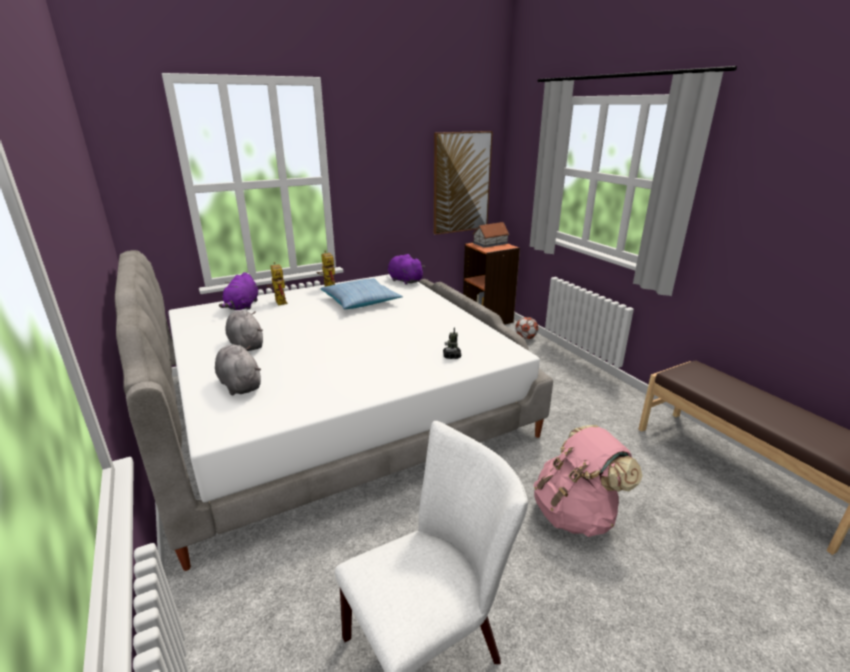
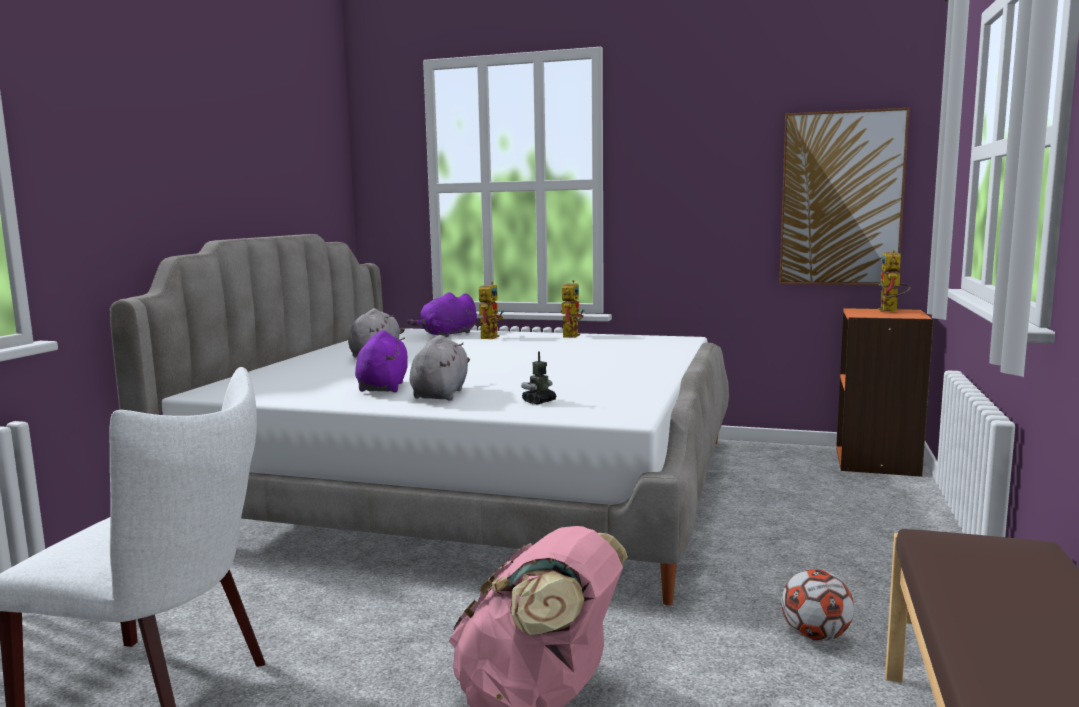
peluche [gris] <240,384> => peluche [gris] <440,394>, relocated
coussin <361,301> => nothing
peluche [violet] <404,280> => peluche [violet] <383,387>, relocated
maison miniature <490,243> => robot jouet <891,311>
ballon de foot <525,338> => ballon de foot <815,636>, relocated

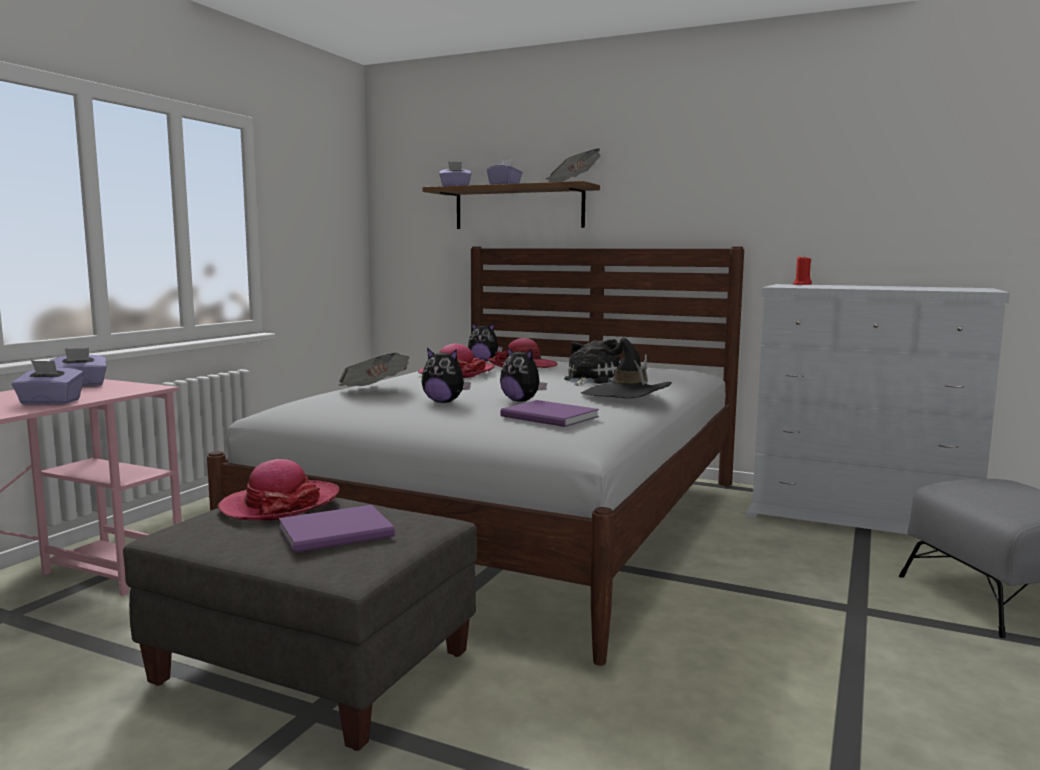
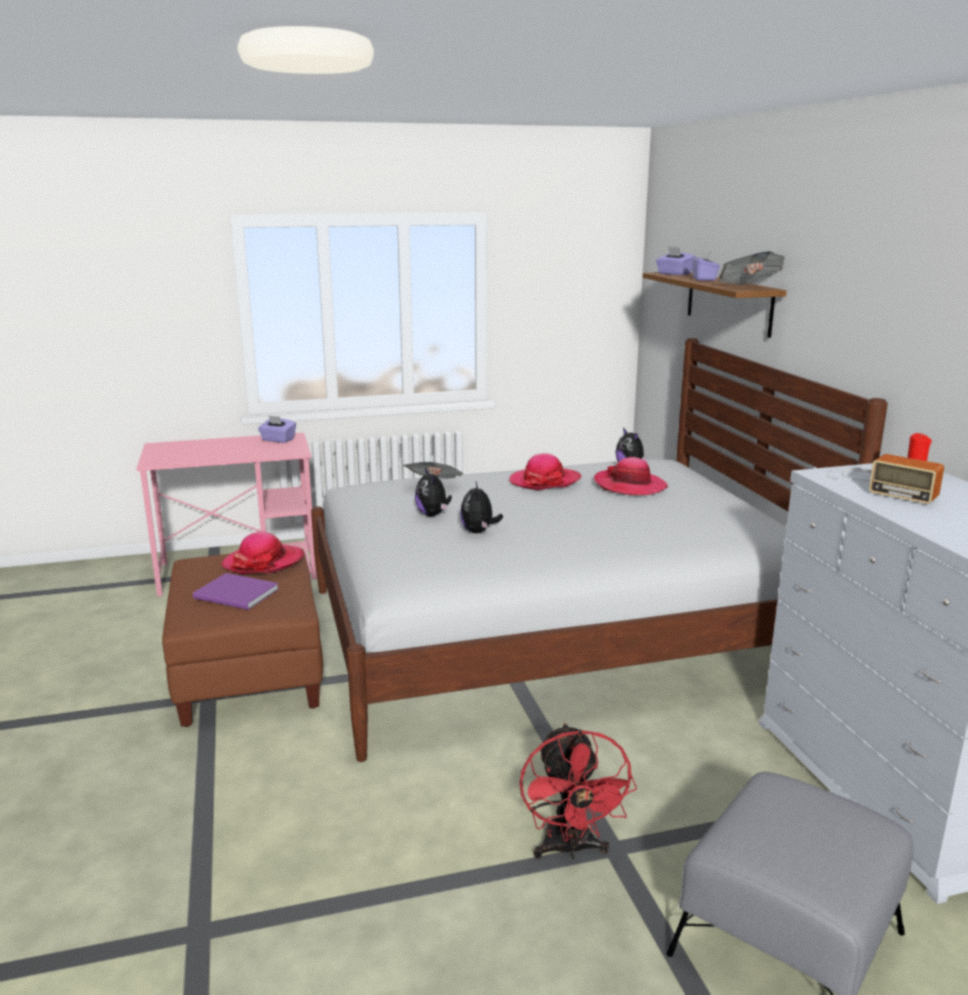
boîte à mouchoirs [violet] <50,402> => nothing
pouf [gris] <313,668> => pouf [marron] <249,673>
livre [violet] <550,417> => nothing
peluche <589,380> => nothing
chapeau [noir] <625,395> => nothing
nothing => ventilateur [rouge] <570,849>
nothing => radio <878,484>

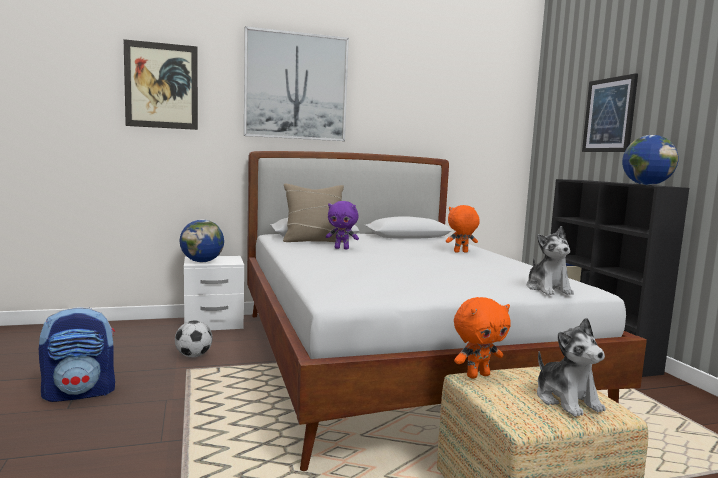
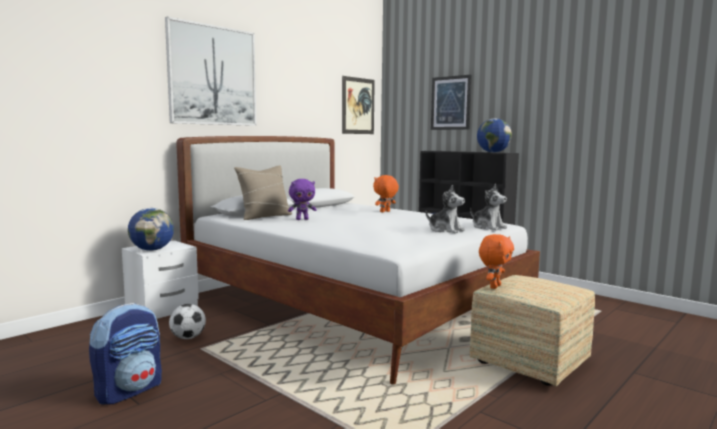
tableau <161,86> => tableau <358,106>, relocated
peluche <566,400> => peluche <445,230>, relocated

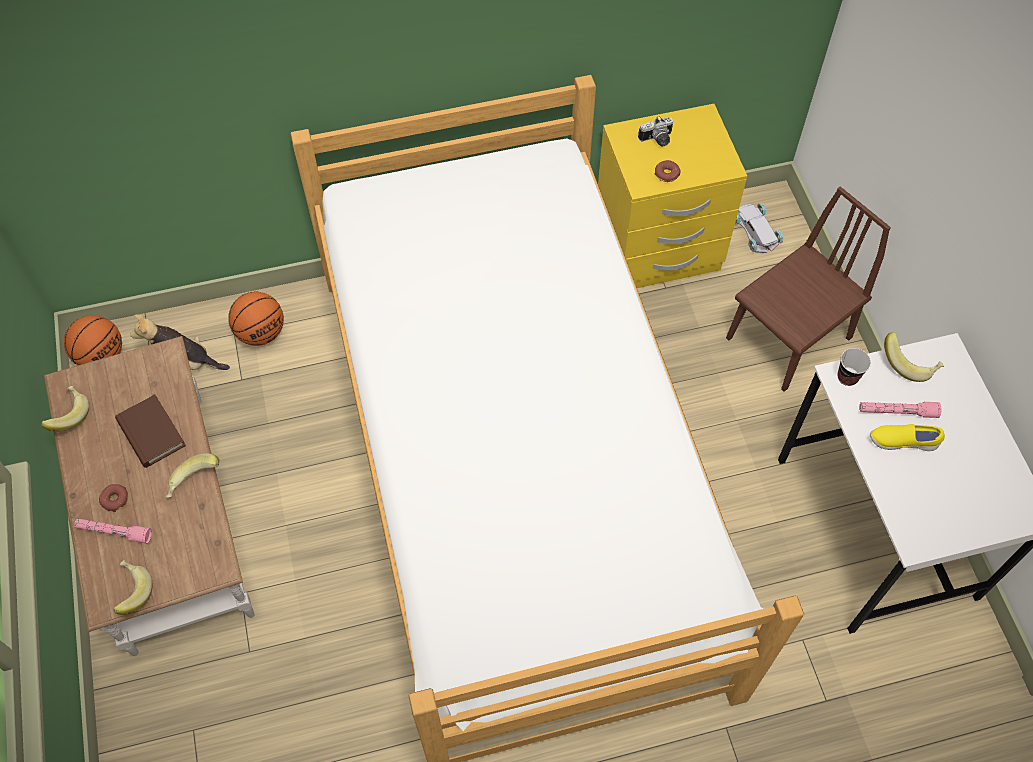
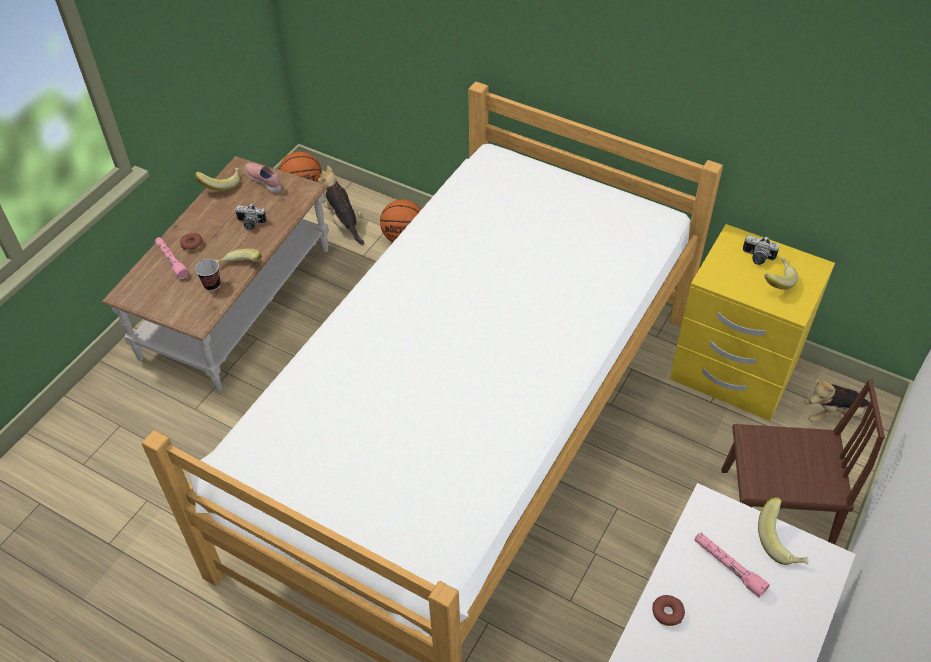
banane <131,592> => banane <775,281>, relocated
livre [marron] <151,433> => appareil photo <250,224>
beignet <666,174> => beignet <667,613>, relocated
petite voiture [blanc] <756,230> => peluche <833,414>
tasse <847,377> => tasse <212,285>, relocated
chaussure [jaune] <902,441> => nothing
nothing => chaussure [rose] <265,181>

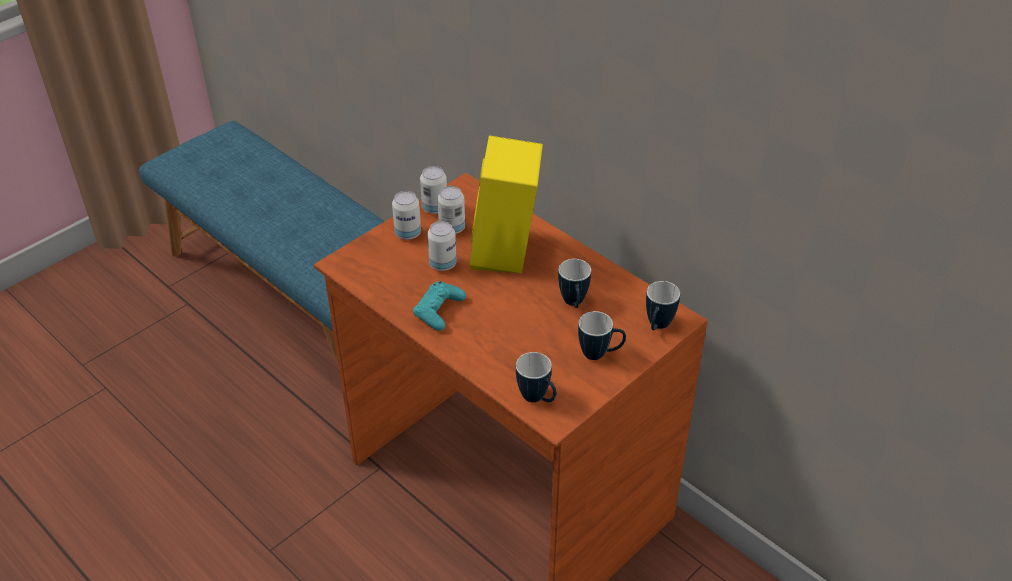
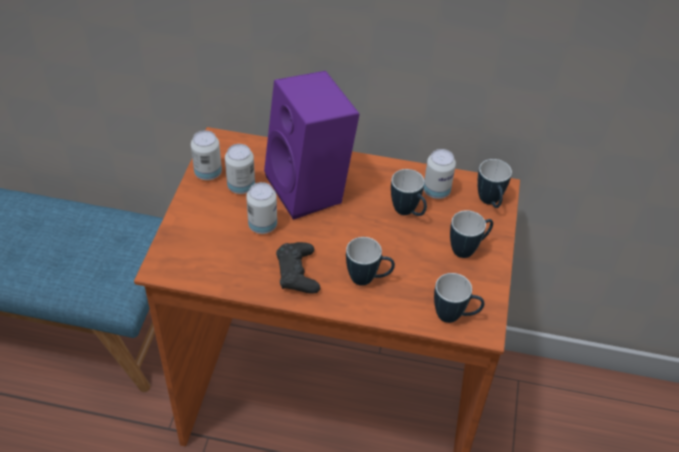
boîte métallique <408,233> => boîte métallique <436,191>, relocated
manette [turquoise] <438,310> => manette [noir] <297,273>
enceinte [jaune] <507,253> => enceinte [violet] <311,189>
nothing => mug <368,279>

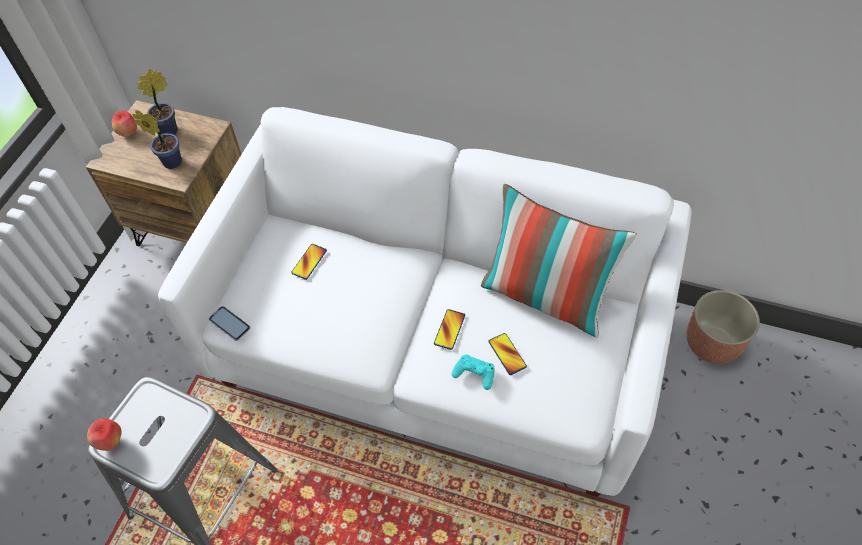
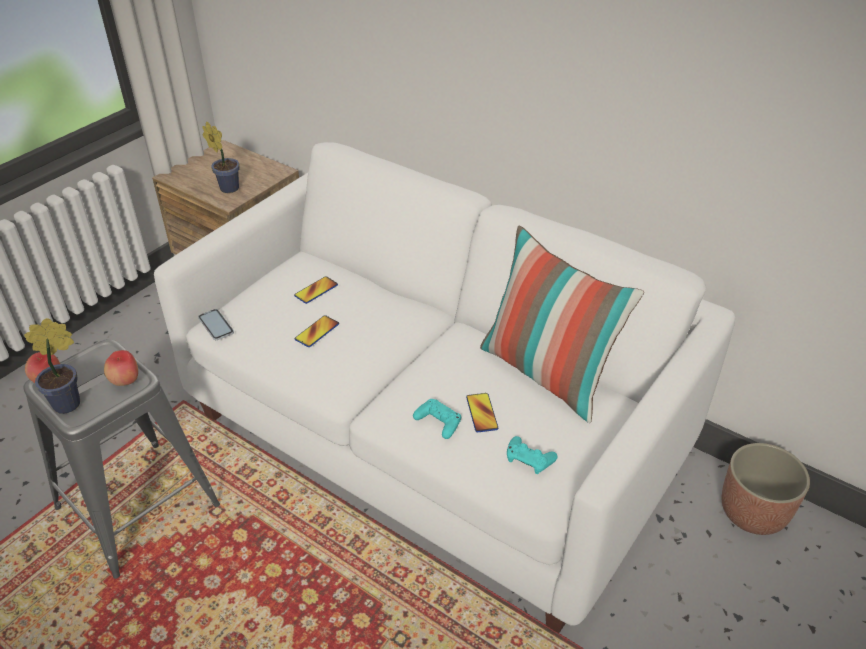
pomme <128,133> => pomme <126,381>, relocated
plante en pot <171,130> => plante en pot <71,403>, relocated
téléphone <449,329> => téléphone <317,332>, relocated
nothing => manette [turquoise] <529,459>

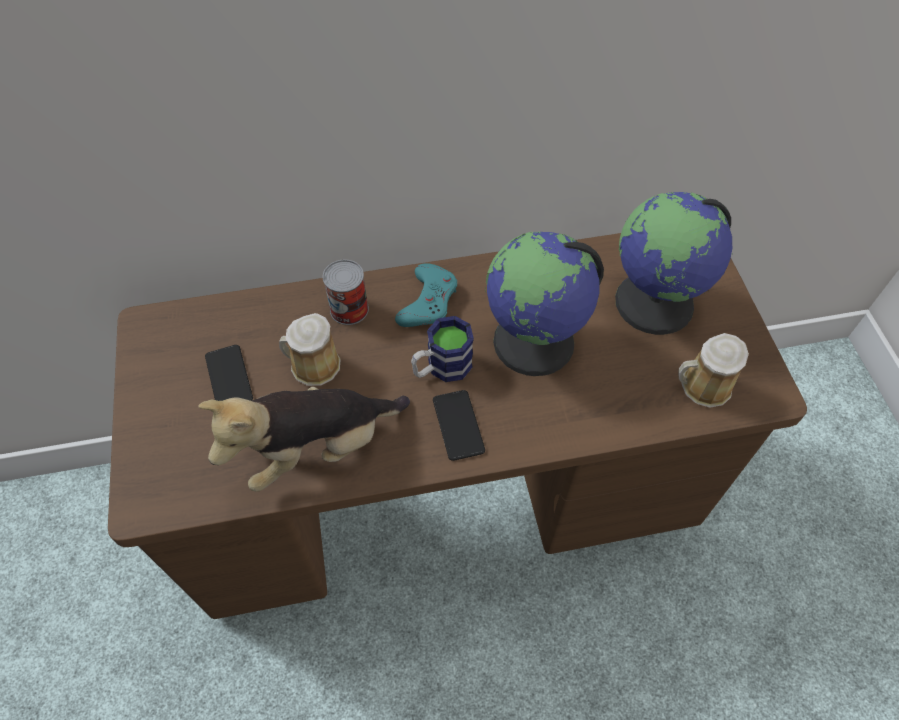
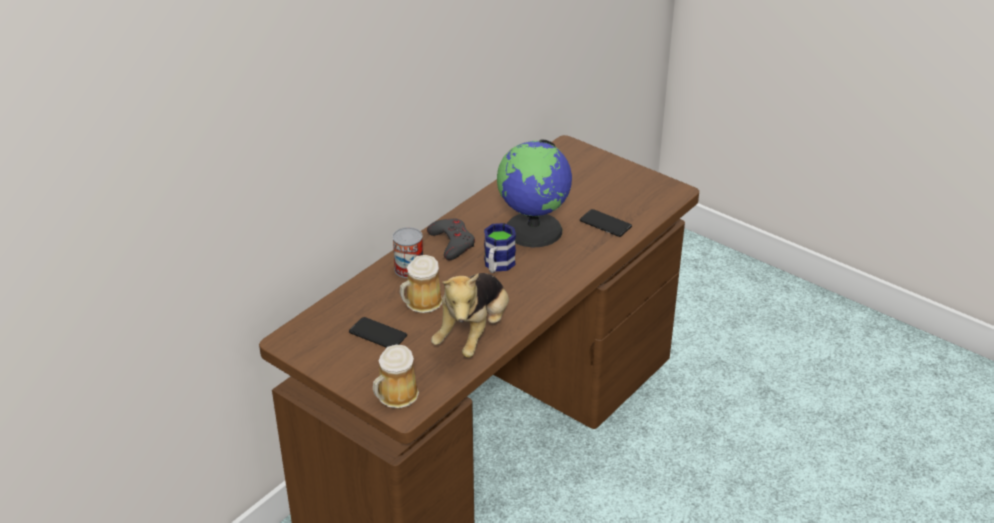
manette [turquoise] <428,301> => manette [gris] <452,242>
téléphone <458,425> => téléphone <605,224>, relocated
globe <655,303> => nothing
mug <702,386> => mug <395,396>, relocated

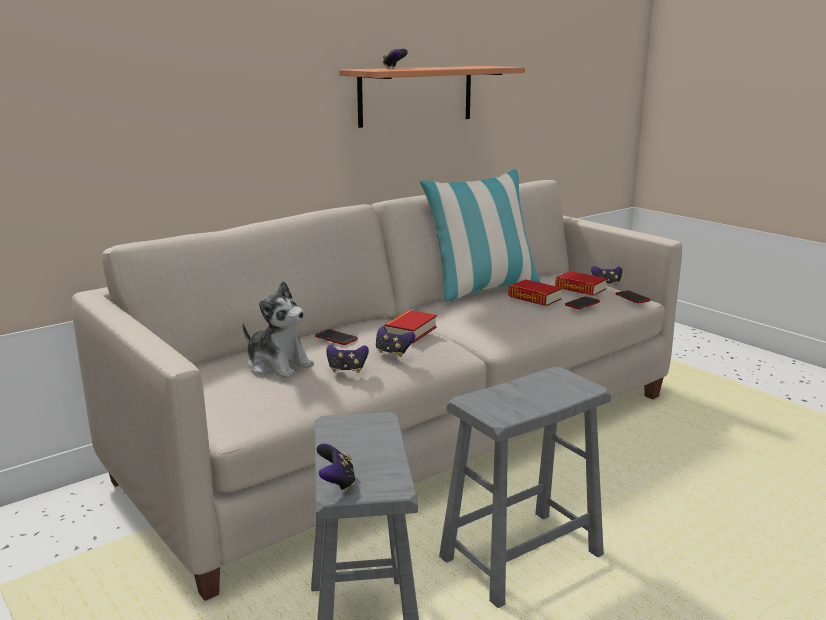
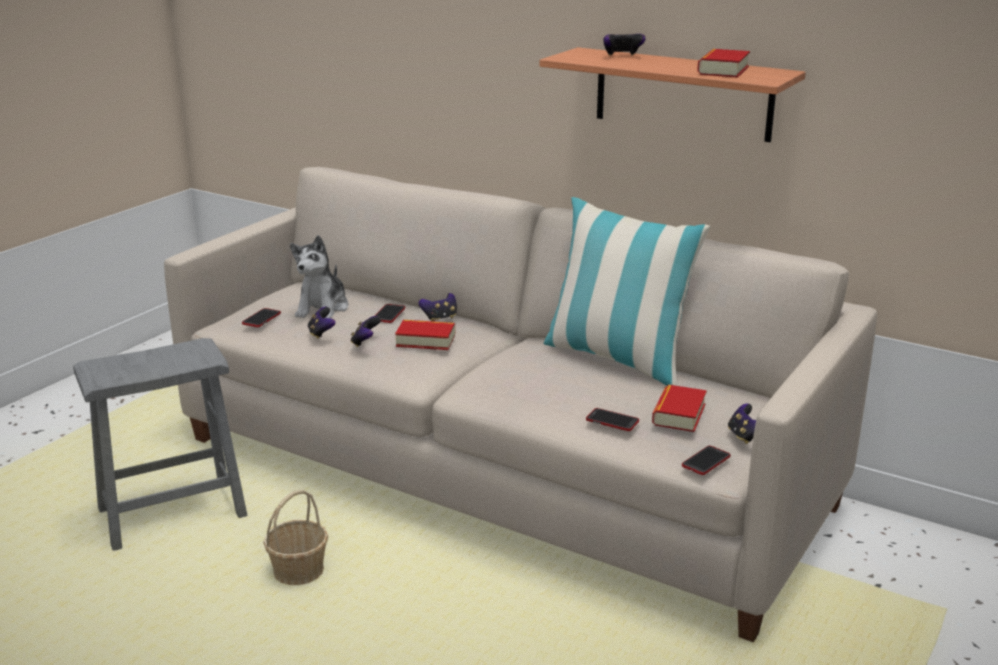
manette <336,483> => manette <440,318>, relocated
tabouret [gris] <520,556> => panier <299,572>
livre <534,298> => livre <723,70>, relocated
nothing => téléphone <261,318>

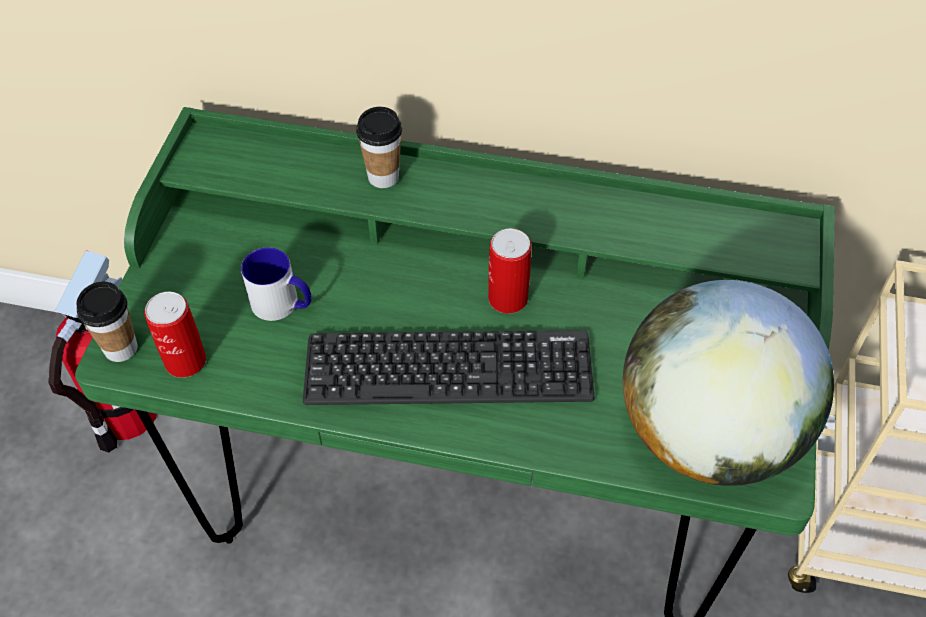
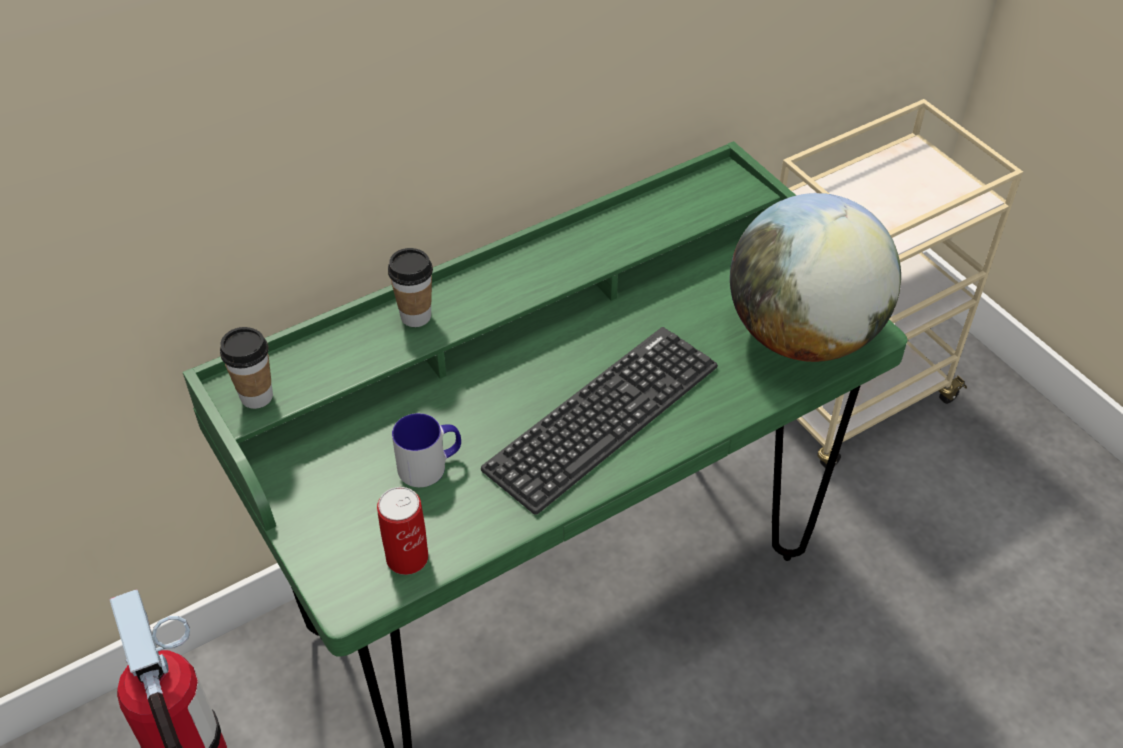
tasse <121,348> => tasse <256,396>, relocated
boîte métallique <508,298> => nothing

